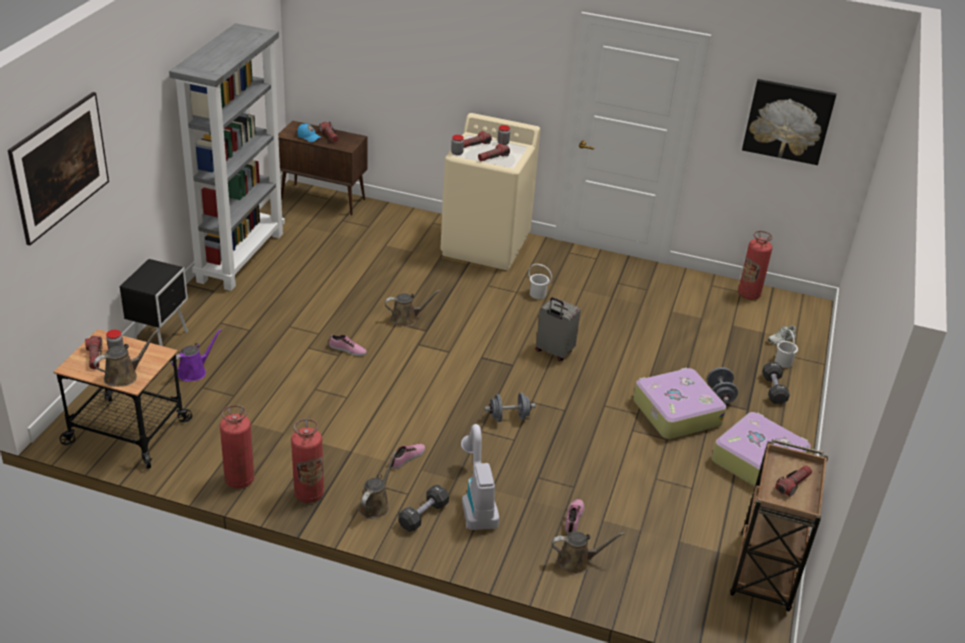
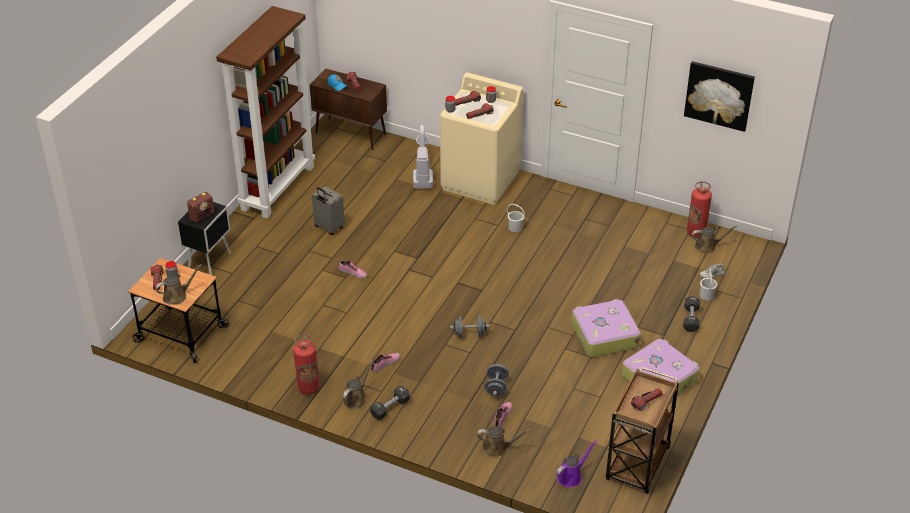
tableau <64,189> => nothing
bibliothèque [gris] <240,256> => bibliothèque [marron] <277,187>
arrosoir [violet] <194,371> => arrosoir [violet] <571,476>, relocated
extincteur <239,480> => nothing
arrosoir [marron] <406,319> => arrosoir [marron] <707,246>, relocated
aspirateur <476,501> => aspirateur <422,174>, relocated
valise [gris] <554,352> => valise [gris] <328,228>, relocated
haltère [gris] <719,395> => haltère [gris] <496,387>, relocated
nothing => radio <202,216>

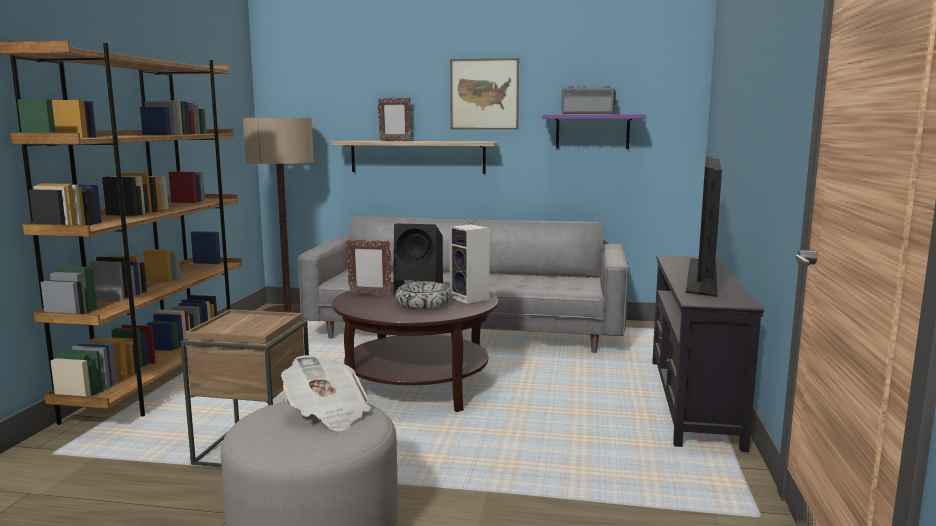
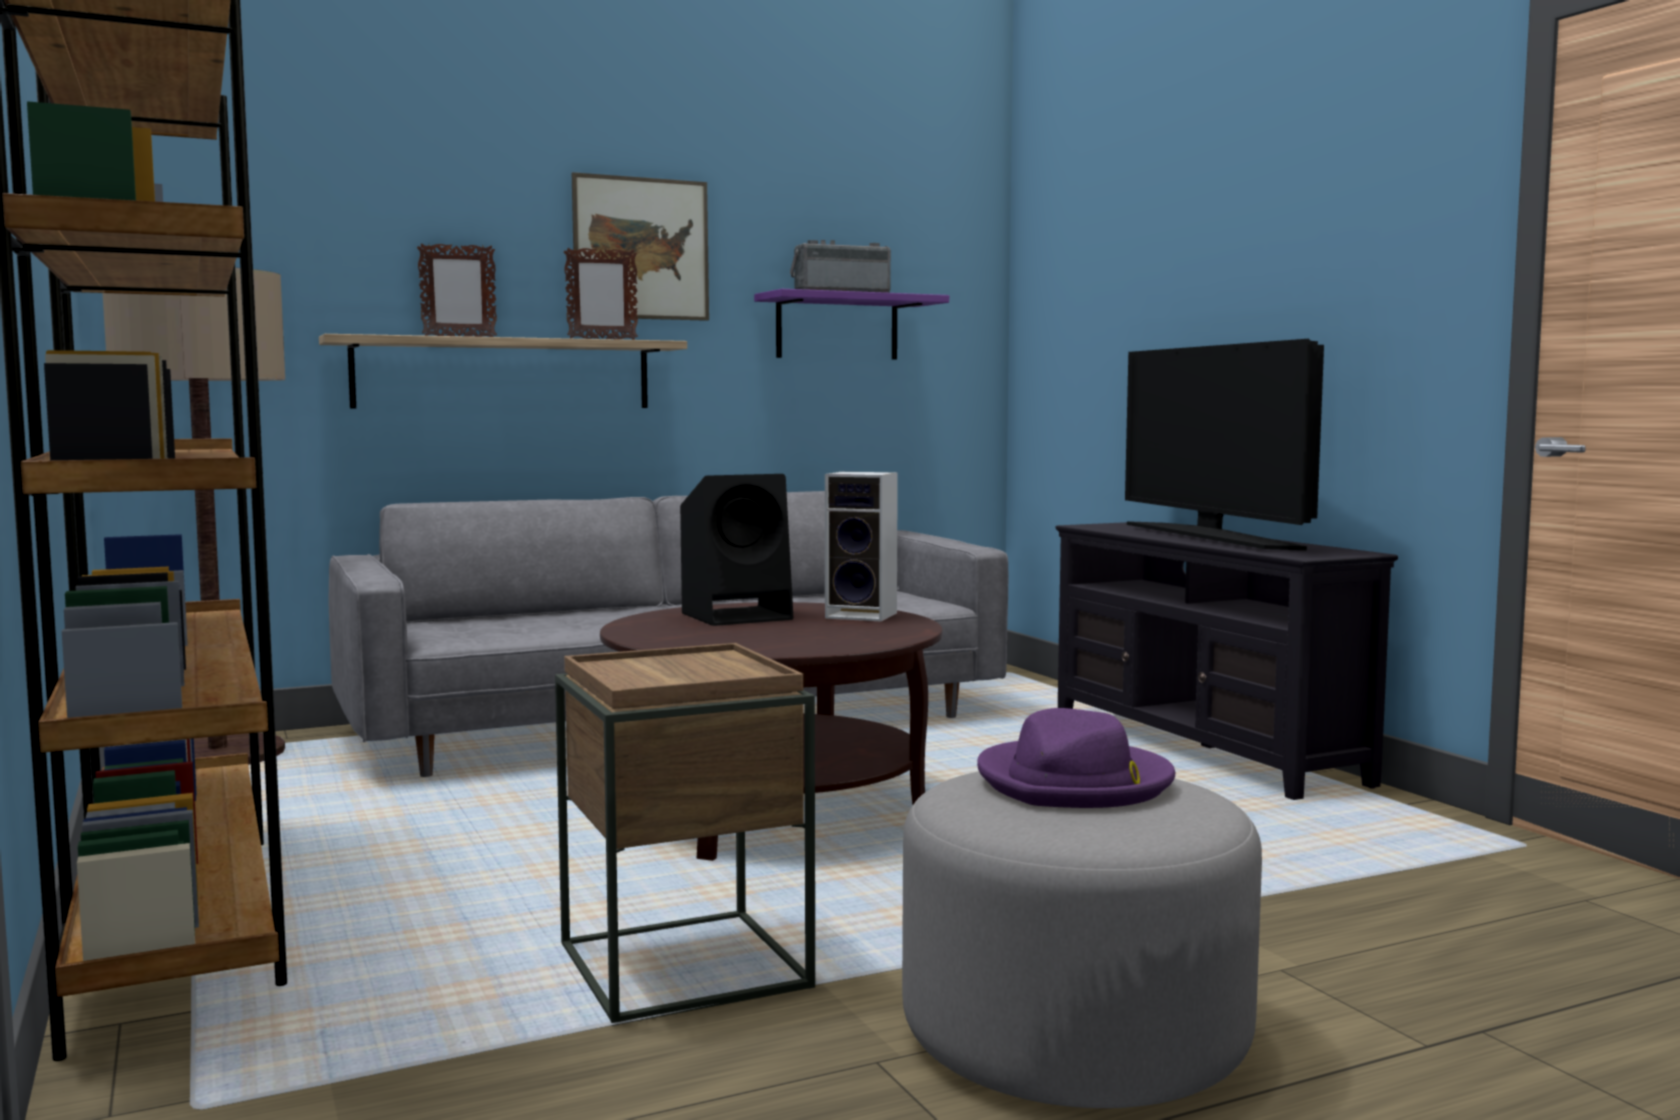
journal <327,414> => chapeau [violet] <1075,783>
cadre photo <369,295> => cadre photo <602,339>, relocated
bol <423,304> => nothing

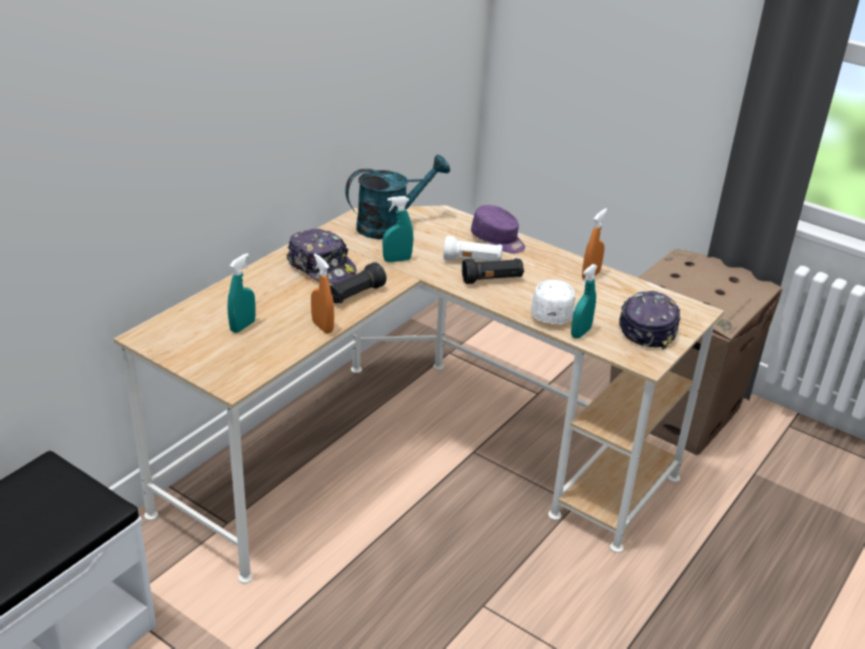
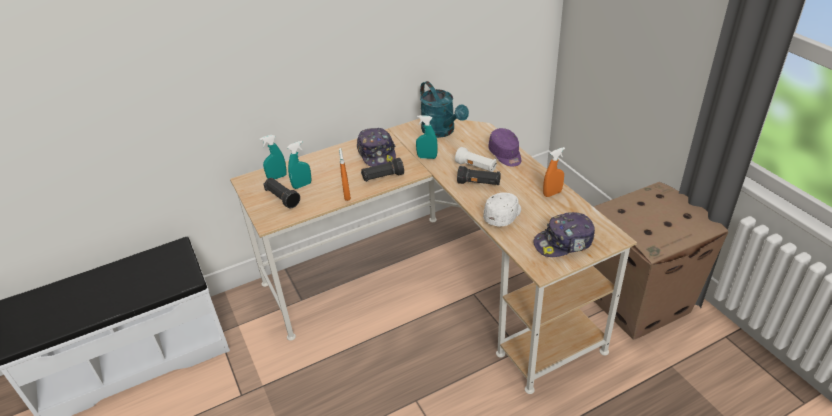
arrosoir [turquoise] <391,225> => arrosoir [turquoise] <442,131>, 60 degrees clockwise
vaporisateur [turquoise] <580,333> => vaporisateur [turquoise] <277,177>, relocated
casquette <647,327> => casquette <564,242>, 150 degrees counterclockwise
nothing => lampe de poche [noir] <282,198>

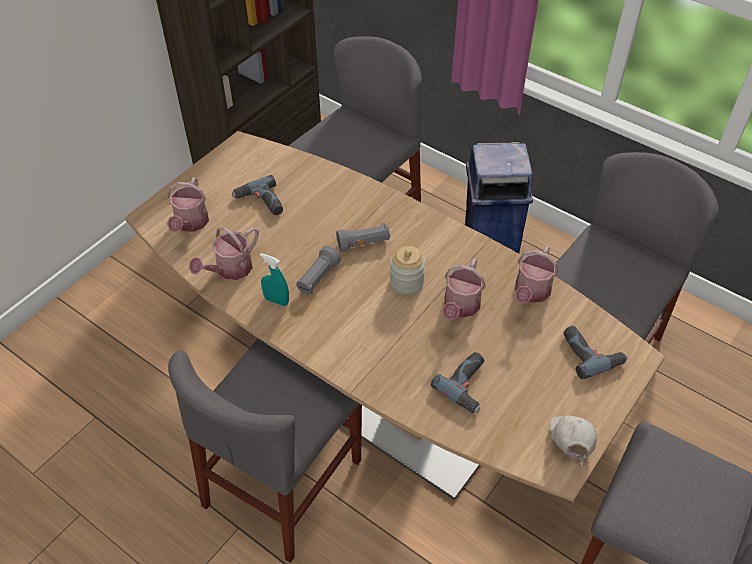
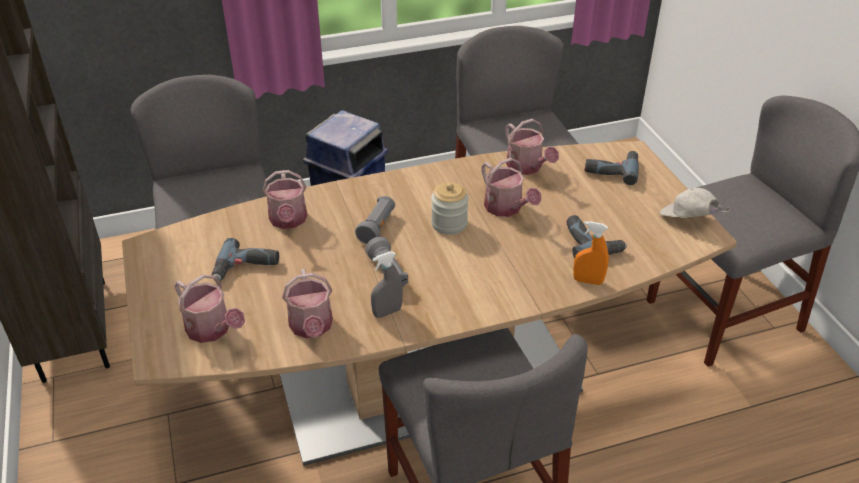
vaporisateur [turquoise] <276,301> => vaporisateur [gris] <387,312>
nothing => arrosoir <288,221>
nothing => vaporisateur [orange] <588,281>

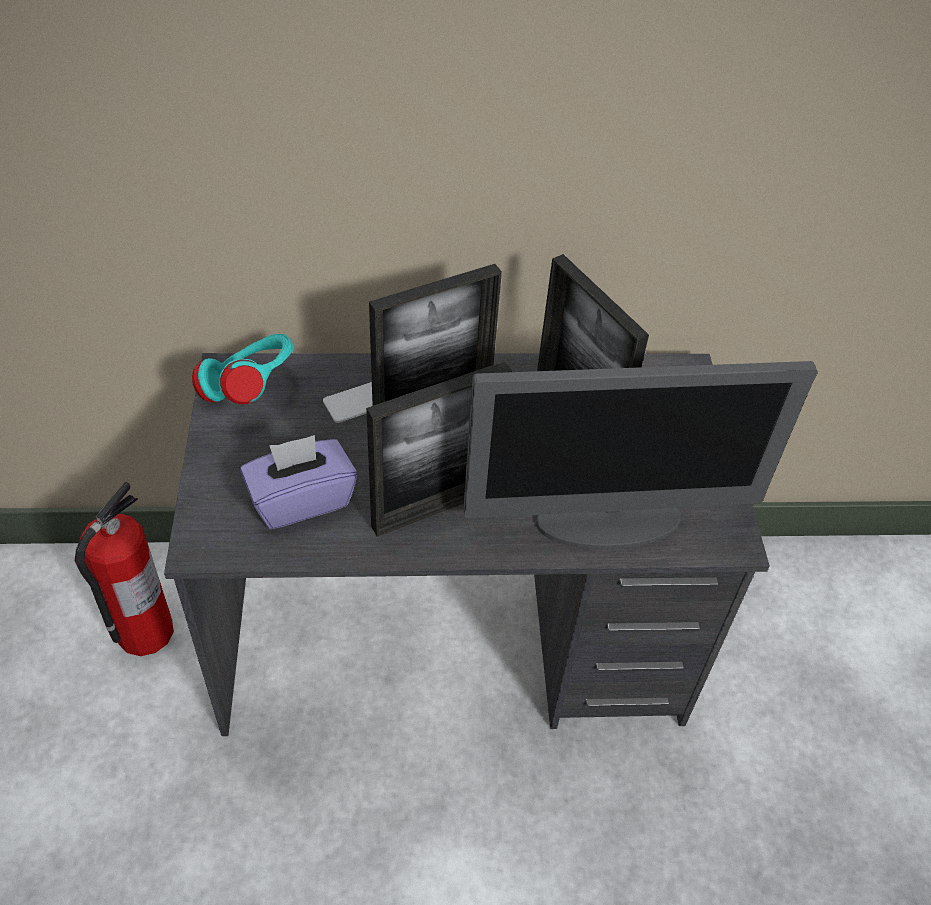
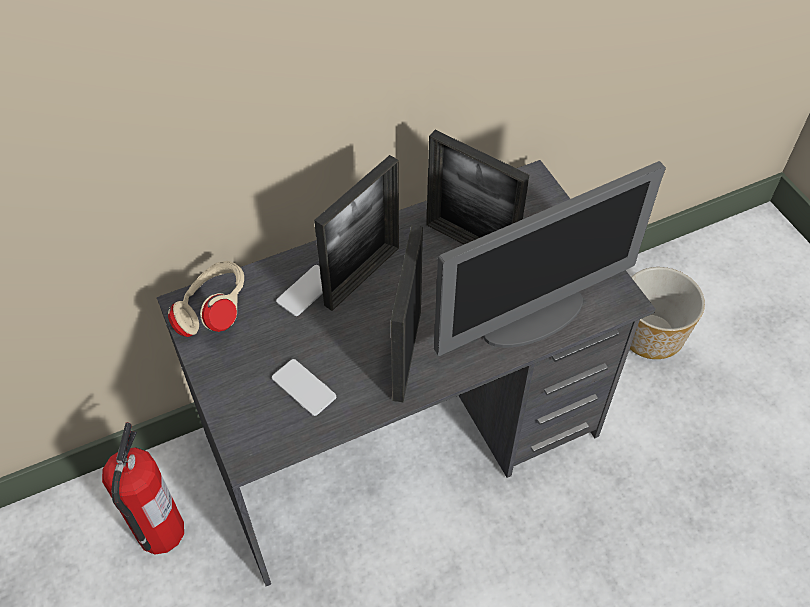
casque audio [turquoise] <251,390> => casque audio [beige] <215,314>
boîte à mouchoirs [violet] <301,500> => téléphone <304,387>
cadre photo <436,507> => cadre photo <407,355>, 150 degrees clockwise
nothing => cache-pot <650,333>

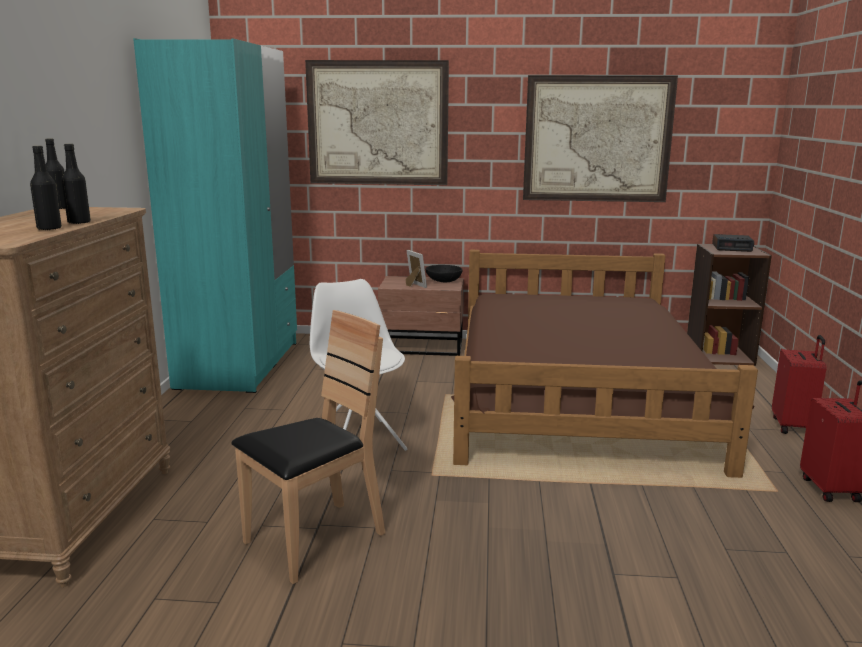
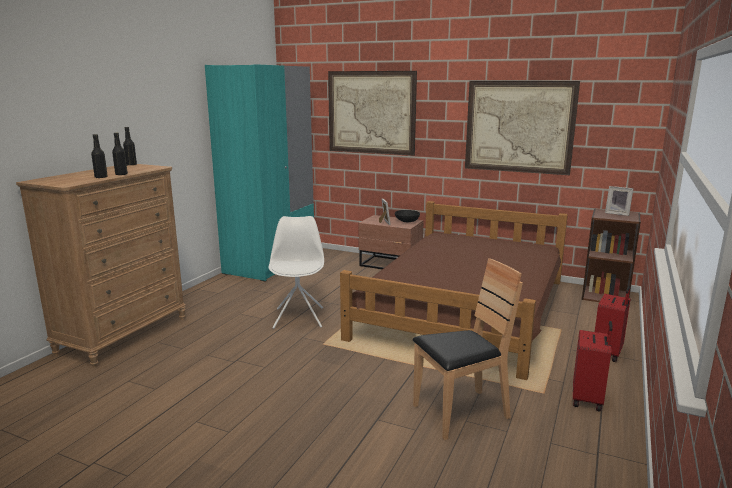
chaise [marron] <314,540> => chaise [marron] <460,413>, relocated
réveil <732,248> => cadre photo <617,213>

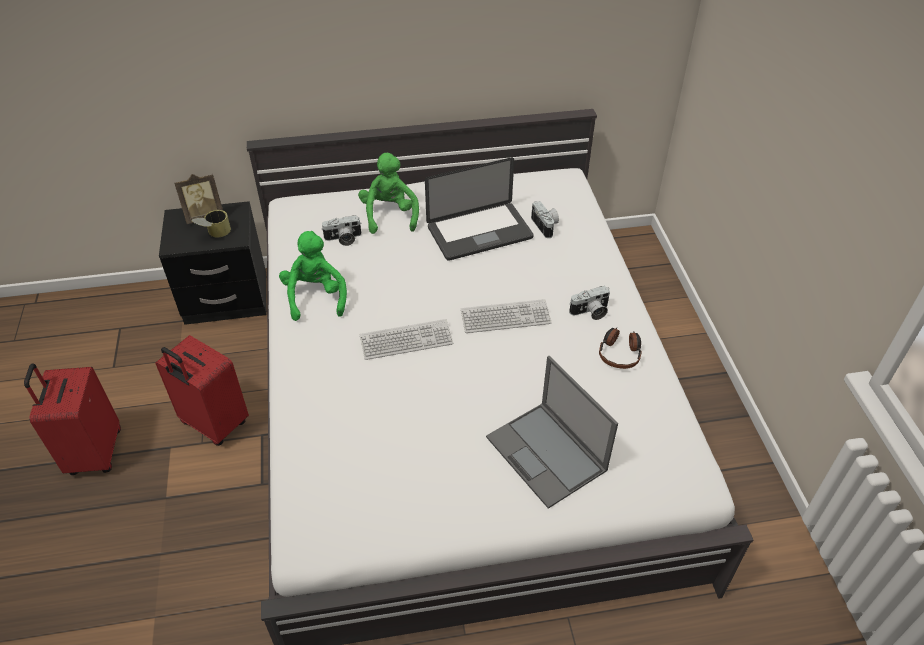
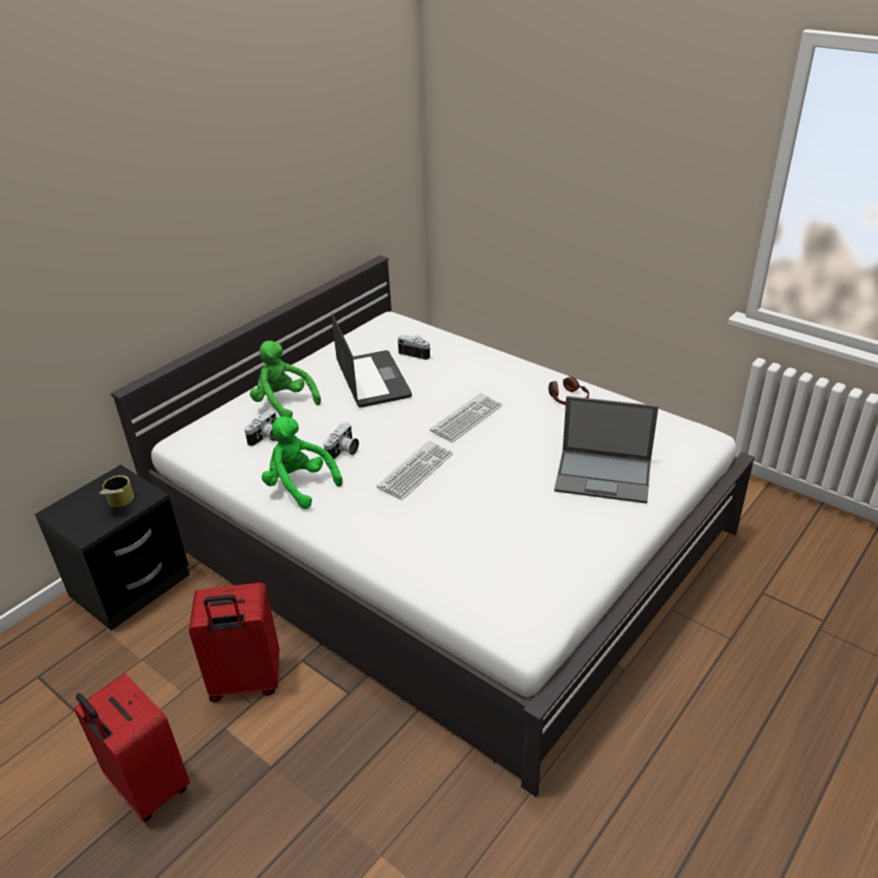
cadre photo <204,216> => nothing
ordinateur portable <479,233> => ordinateur portable <373,380>, 45 degrees counterclockwise
appareil photo <590,312> => appareil photo <343,452>, relocated

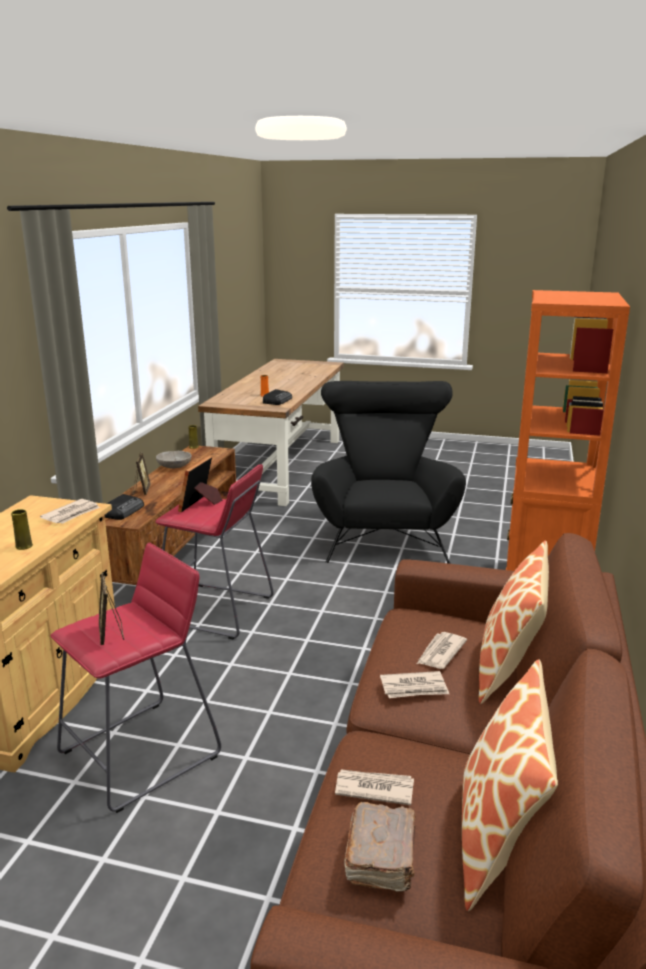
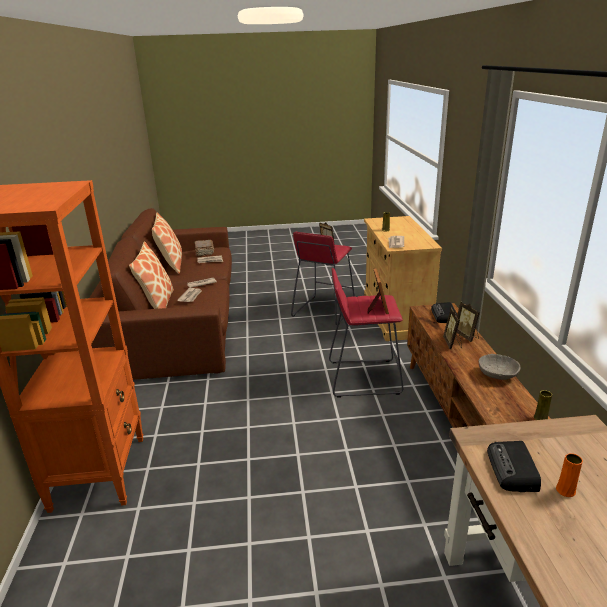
fauteuil [noir] <383,535> => nothing
nothing => cadre photo <452,343>

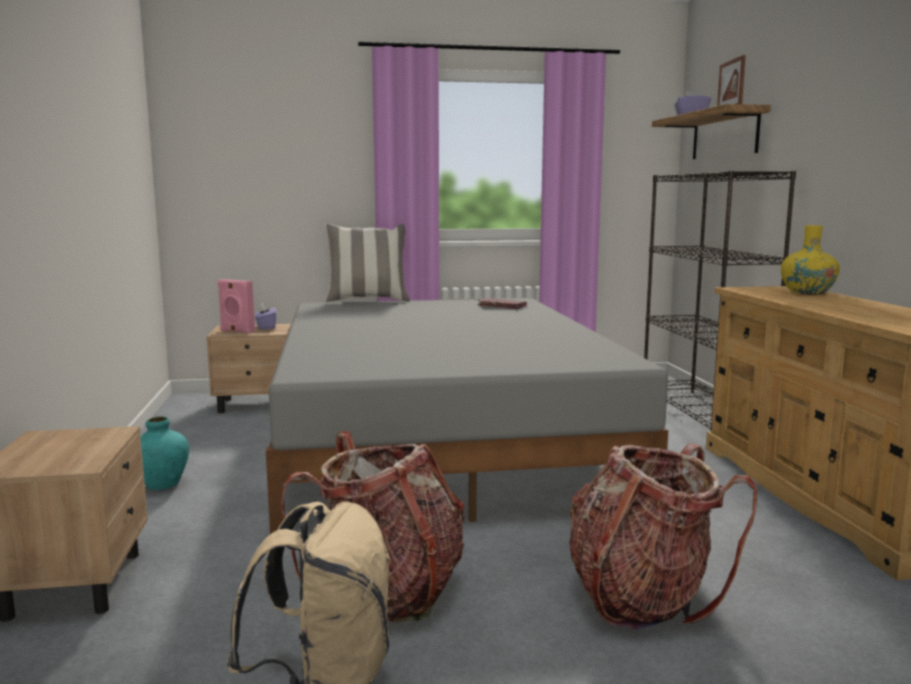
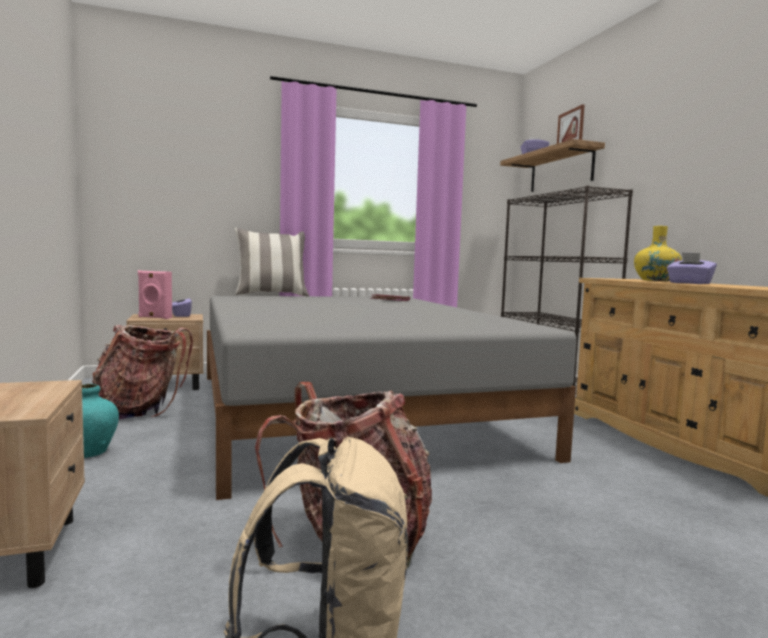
sac à dos <641,597> => sac à dos <141,410>, relocated
nothing => boîte à mouchoirs [violet] <689,283>

